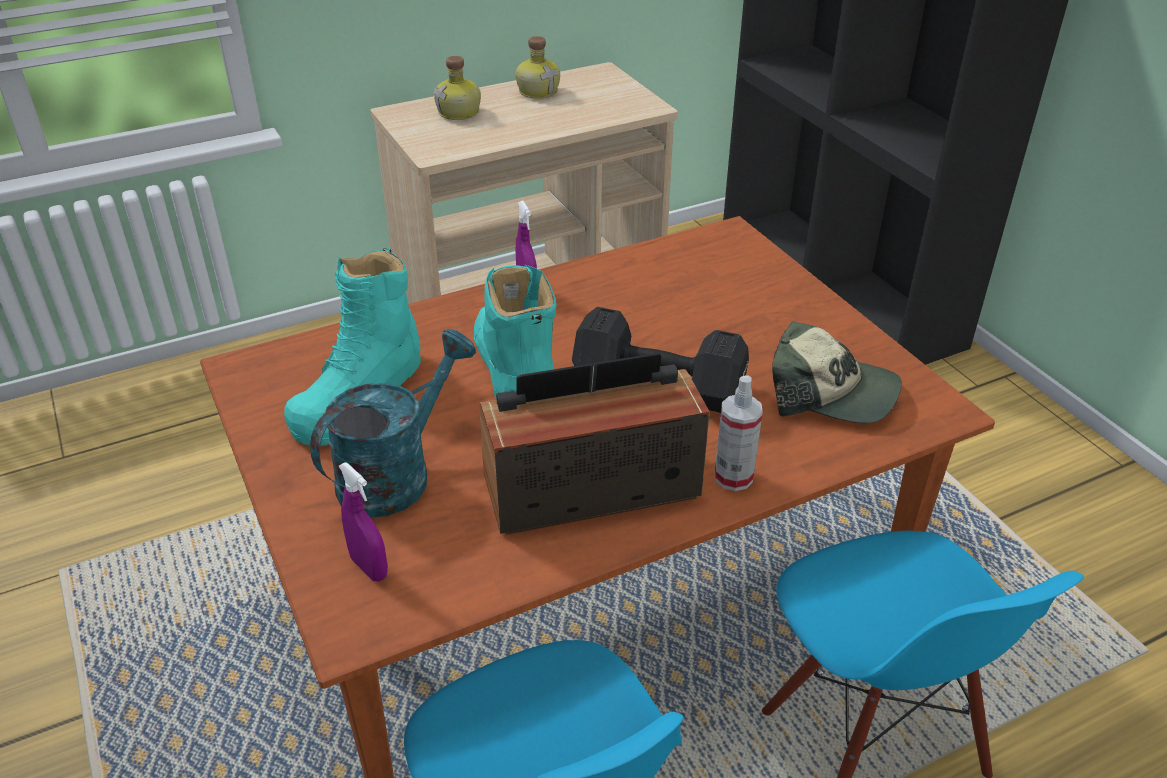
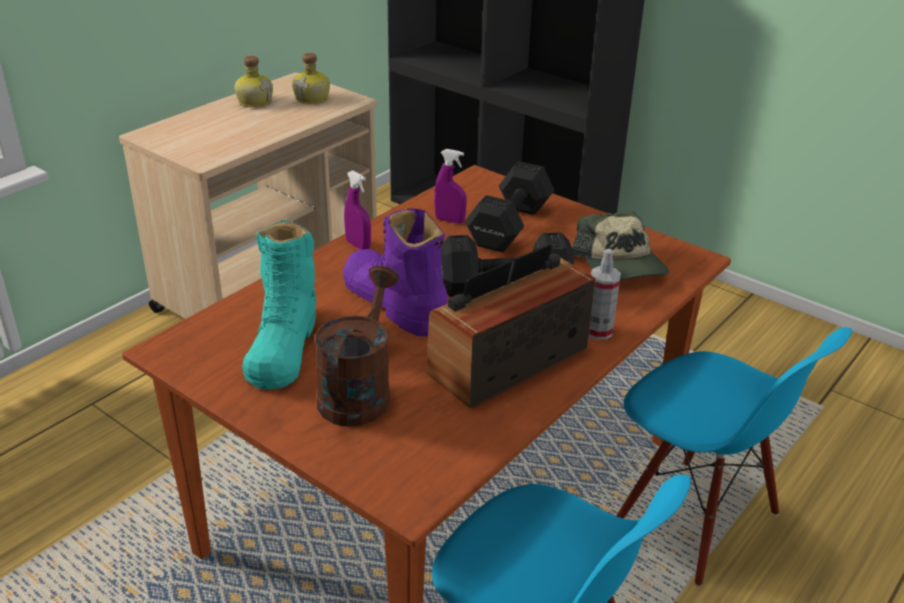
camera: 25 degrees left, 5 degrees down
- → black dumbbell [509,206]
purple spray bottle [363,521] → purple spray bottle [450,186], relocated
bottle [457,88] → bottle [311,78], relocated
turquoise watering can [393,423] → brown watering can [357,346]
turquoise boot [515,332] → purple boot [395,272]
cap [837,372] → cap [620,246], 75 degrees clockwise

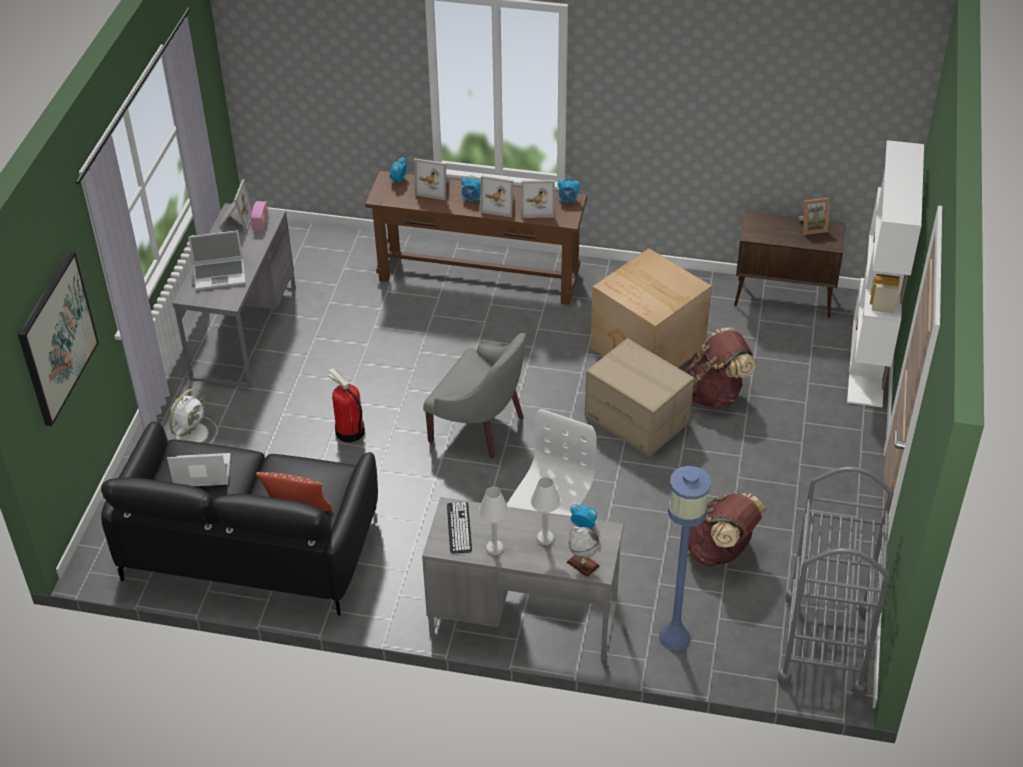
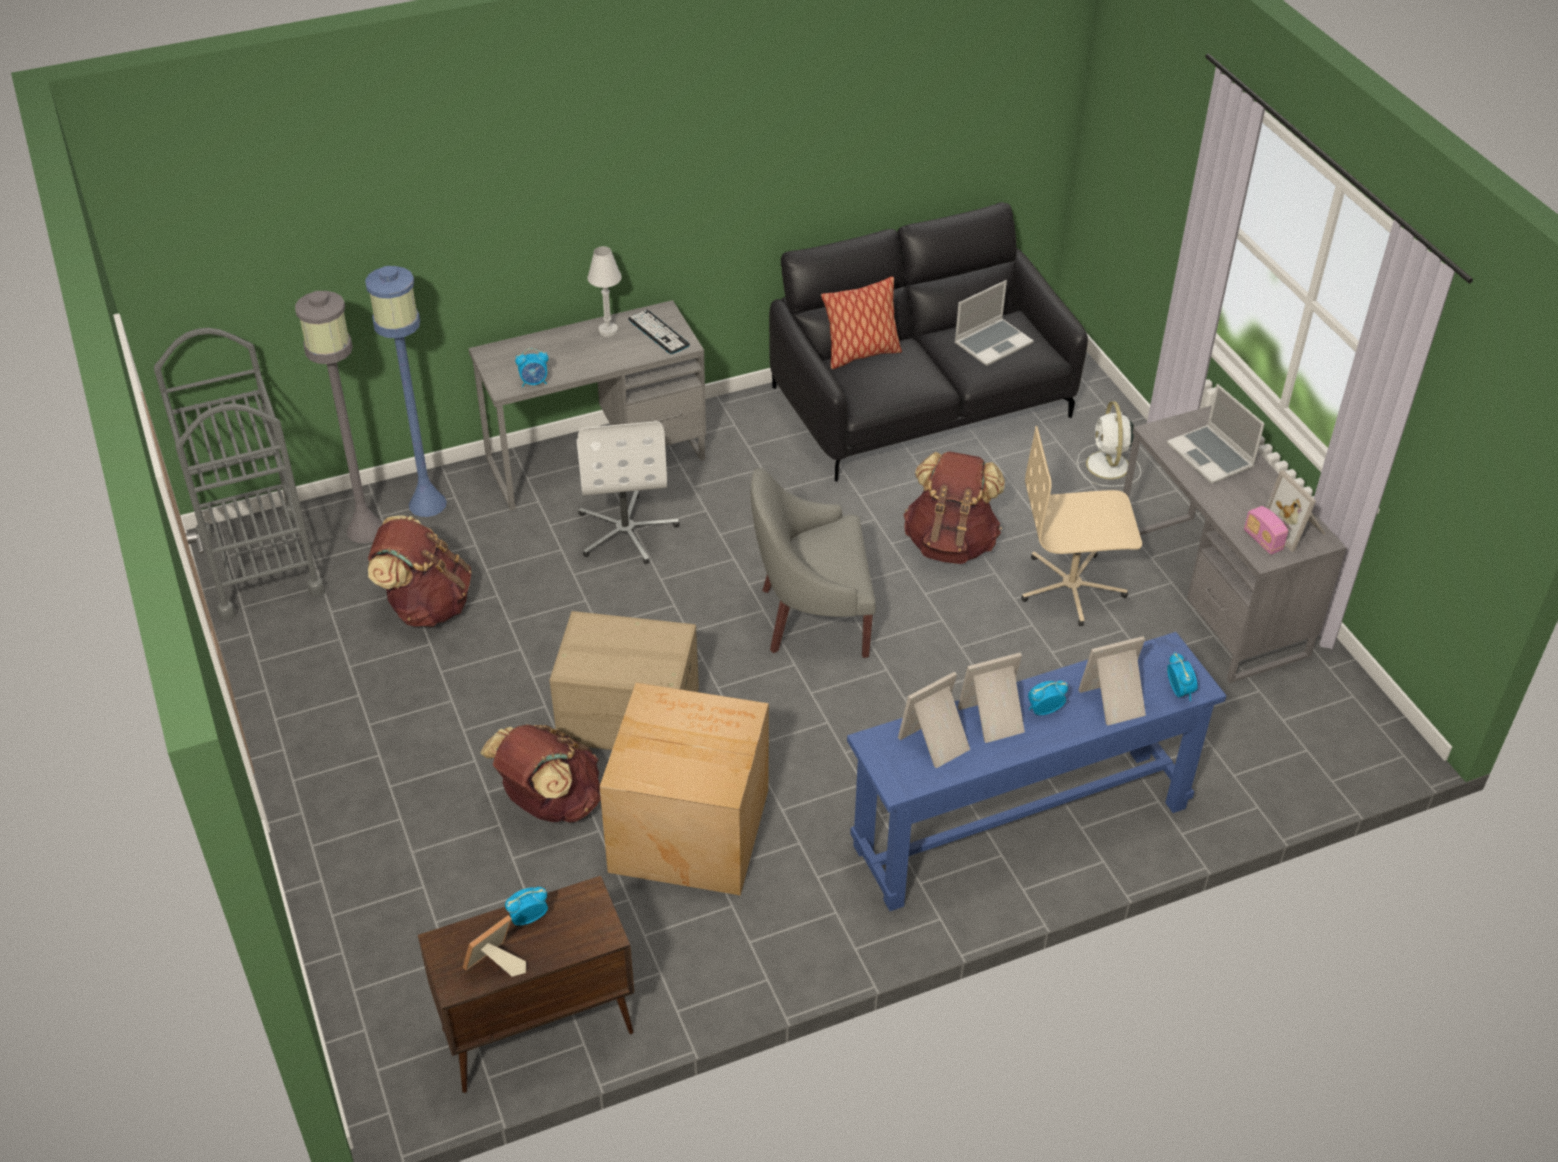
camera: 145 degrees right, 0 degrees up
picture [58,338] → -
white table lamp [546,511] → -
globe [583,552] → -
white bookcase [885,273] → -
- → grey floor lamp [339,417]
- → beige office chair [1081,526]
alarm clock [568,190] → alarm clock [526,906], relocated
fire extinguisher [346,405] → brown backpack [954,507]
brown console table [476,238] → blue console table [1037,771]
laptop [216,260] → laptop [1216,434], 75 degrees counterclockwise

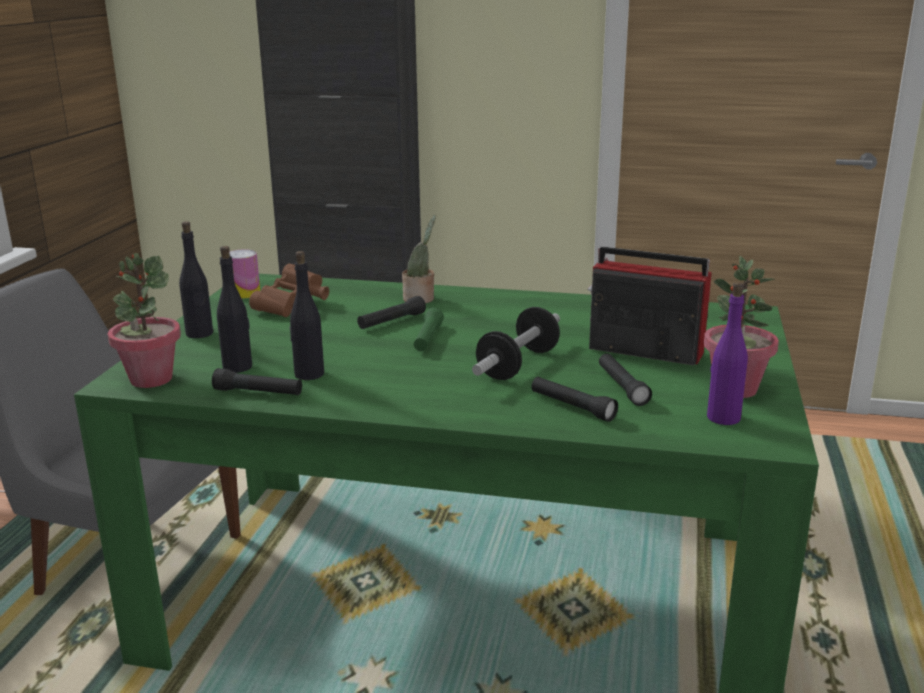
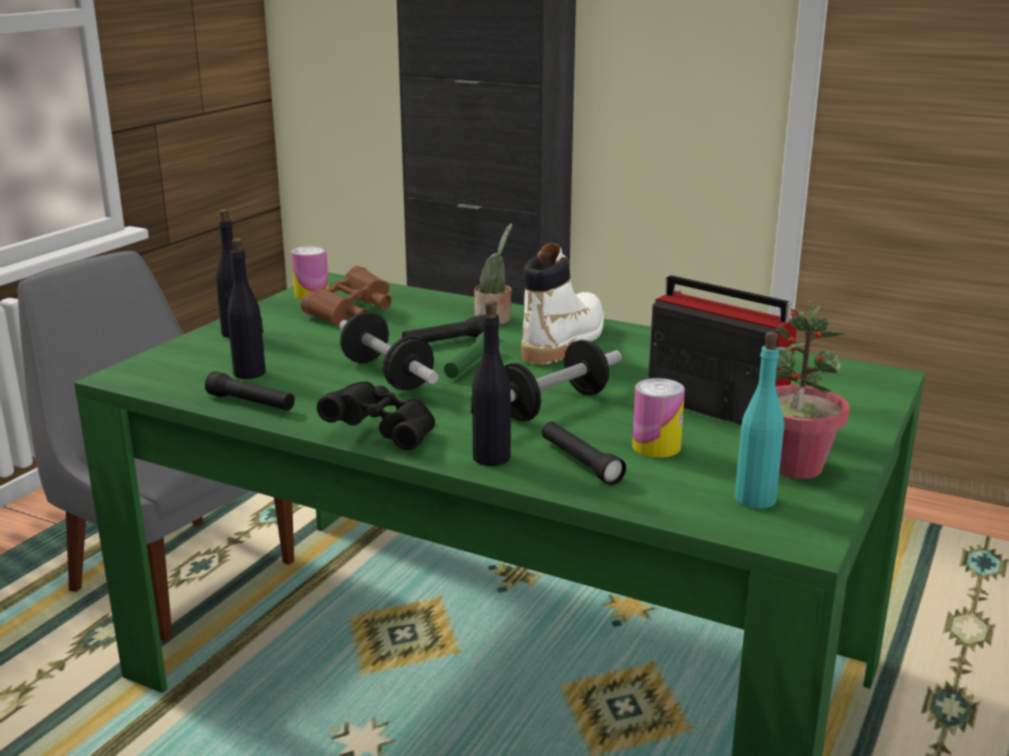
camera: 15 degrees right, 0 degrees up
potted plant [144,320] → -
- → black binoculars [376,415]
- → dumbbell [389,351]
- → white boot [562,303]
black bottle [306,315] → black bottle [491,383], relocated
black flashlight [625,380] → can [658,418]
purple bottle [727,353] → turquoise bottle [759,420]

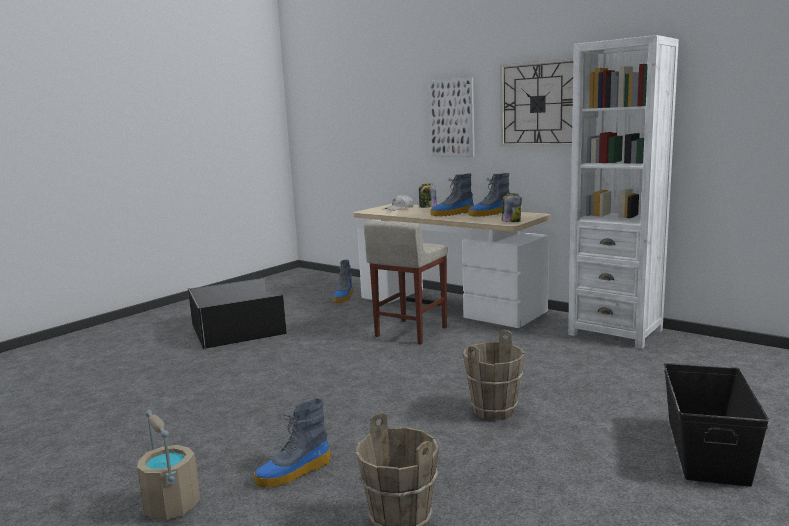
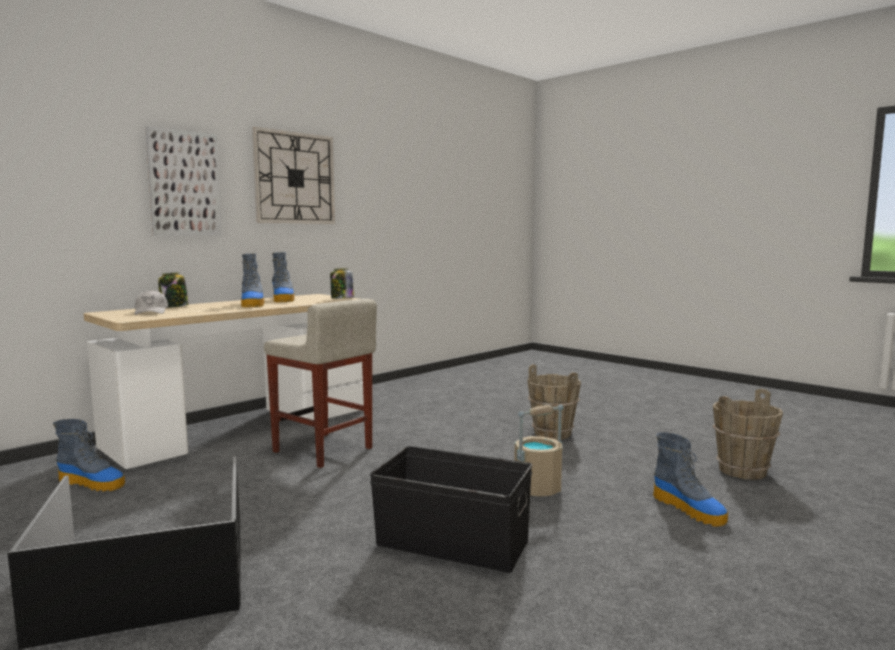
camera: 85 degrees left, 5 degrees down
white bookcase [623,192] → -
beige bucket [168,465] → beige bucket [539,450], relocated
black storage box [717,425] → black storage box [451,509], relocated

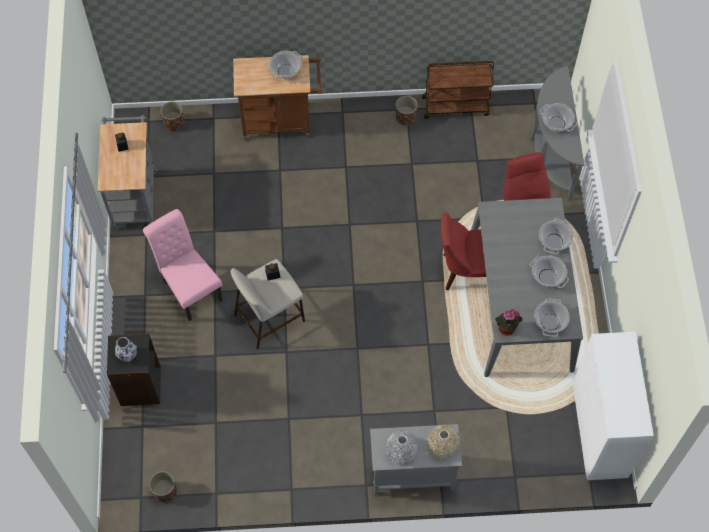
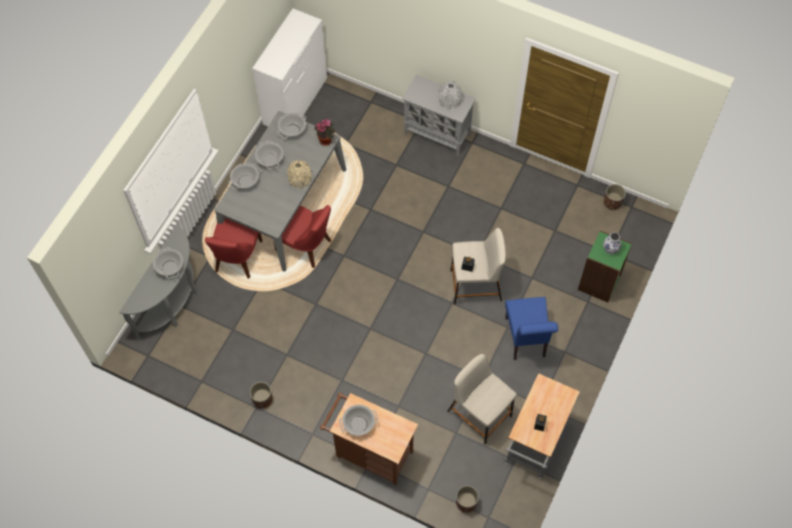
camera: 150 degrees left, 0 degrees up
brown cart [458,90] → -
- → beige stool [482,399]
beige vase [443,442] → beige vase [299,174], relocated
black bookcase [134,370] → green bookcase [605,266]
pink chair [183,265] → blue chair [531,328]

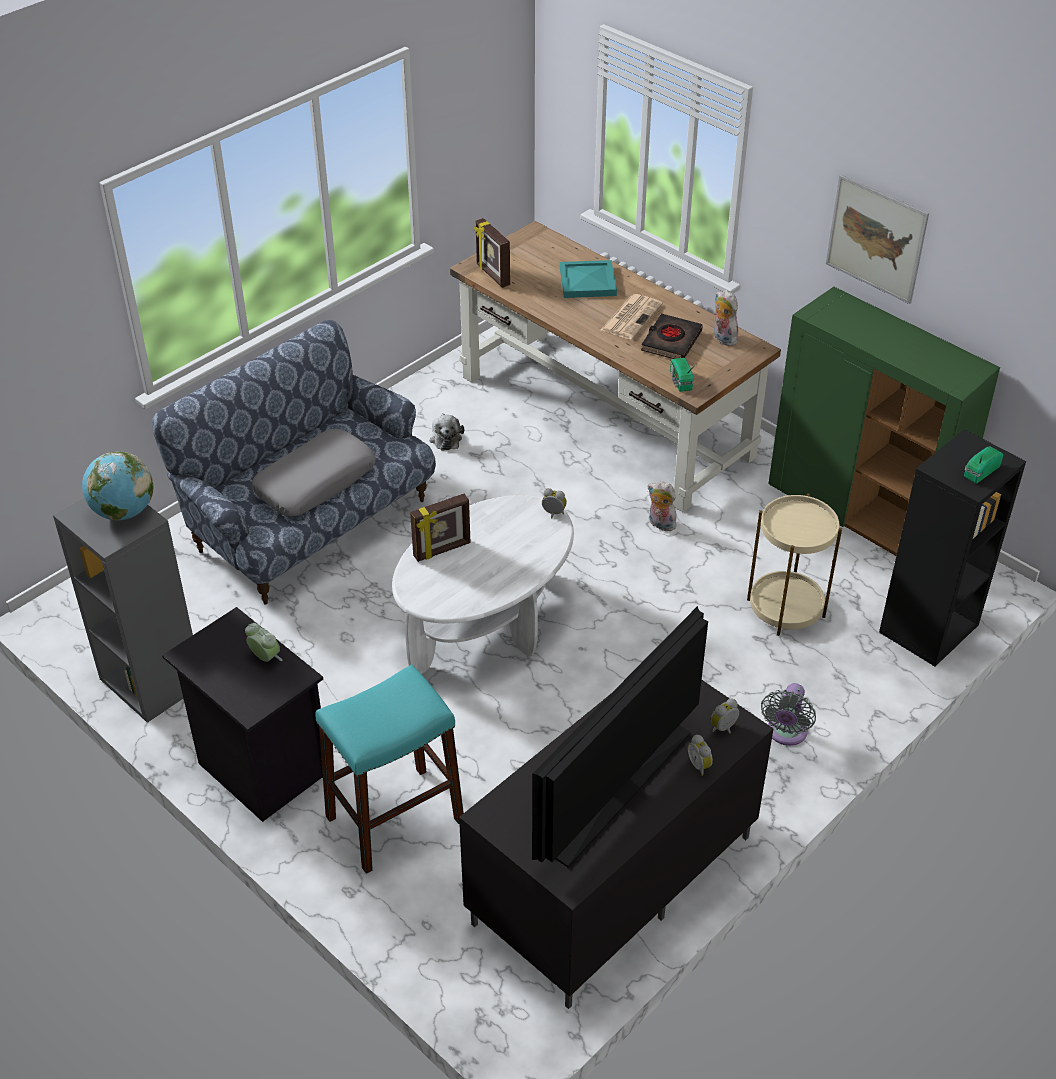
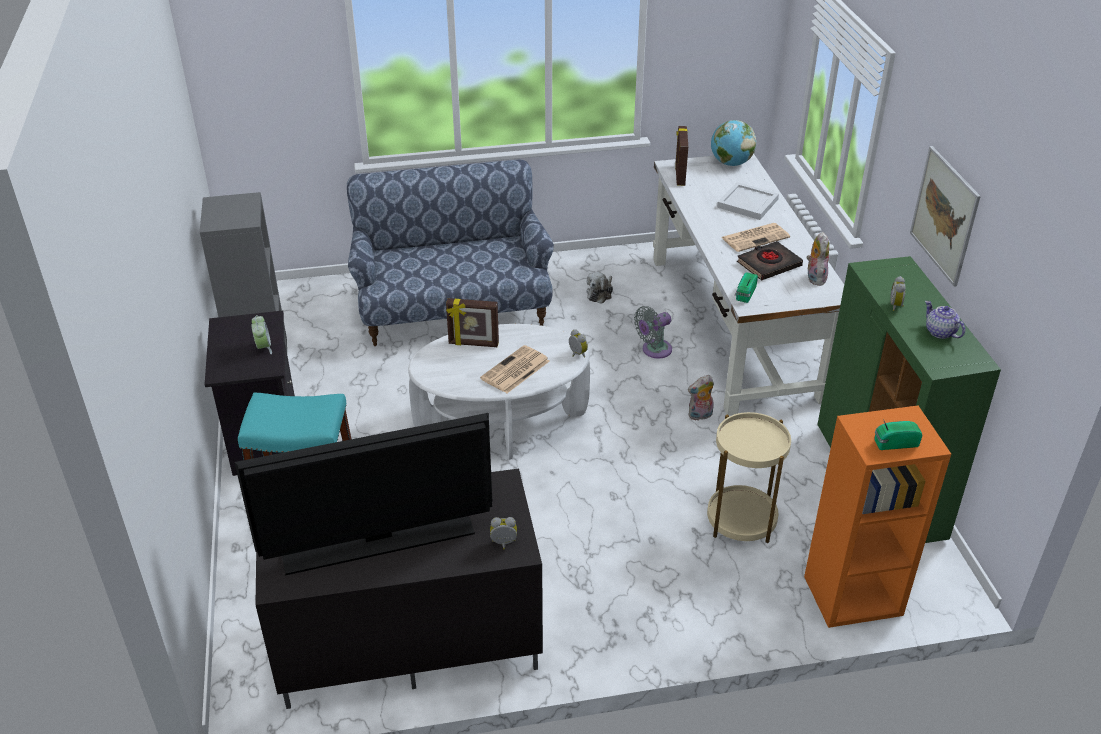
camera: 35 degrees right, 5 degrees down
grey pillow [314,473] → -
- → newspaper [515,369]
- → teapot [945,320]
globe [117,486] → globe [733,143], relocated
alarm clock [700,755] → alarm clock [898,293], relocated
grey fan [788,714] → grey fan [653,332], relocated
brown desk [615,366] → white desk [748,284]
turquoise tray [588,279] → white tray [748,201]
black bookcase [952,547] → orange bookcase [877,517]
plush toy [661,506] → plush toy [701,398], 90 degrees counterclockwise

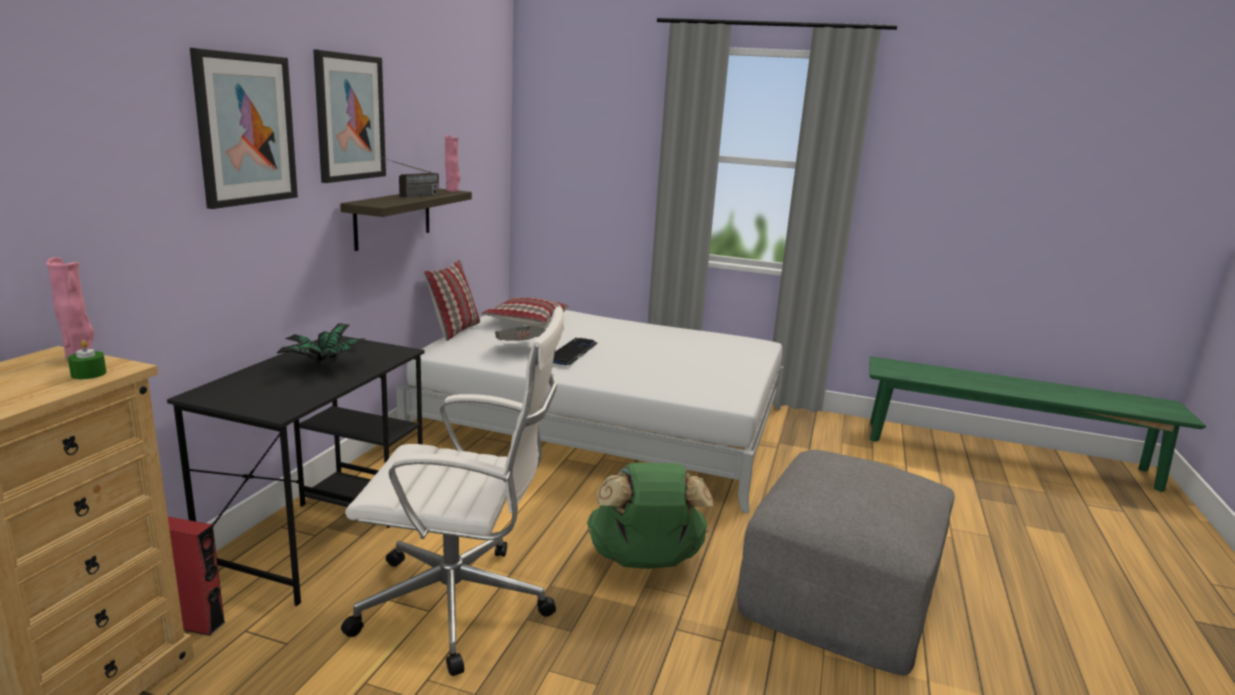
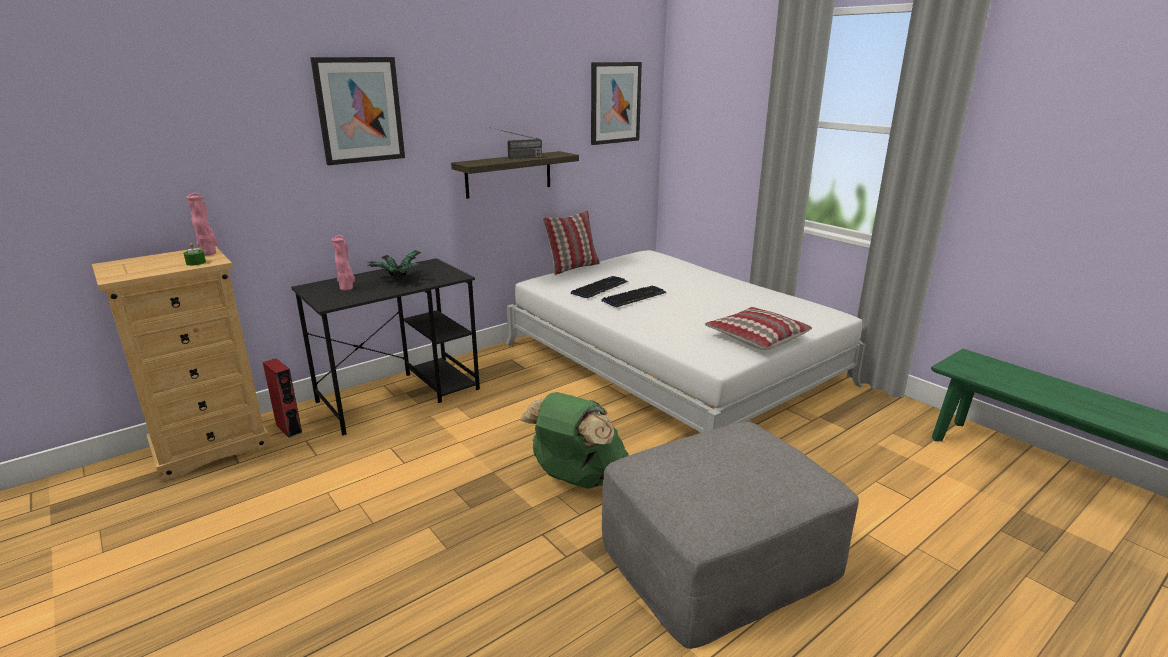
camera: 35 degrees right, 5 degrees up
white office chair [452,491] → -
picture [349,116] → picture [616,103], relocated
pink vase [452,163] → pink vase [343,263], relocated
pillow [525,312] → pillow [758,328], relocated
newspaper [520,333] → keyboard [599,287]

